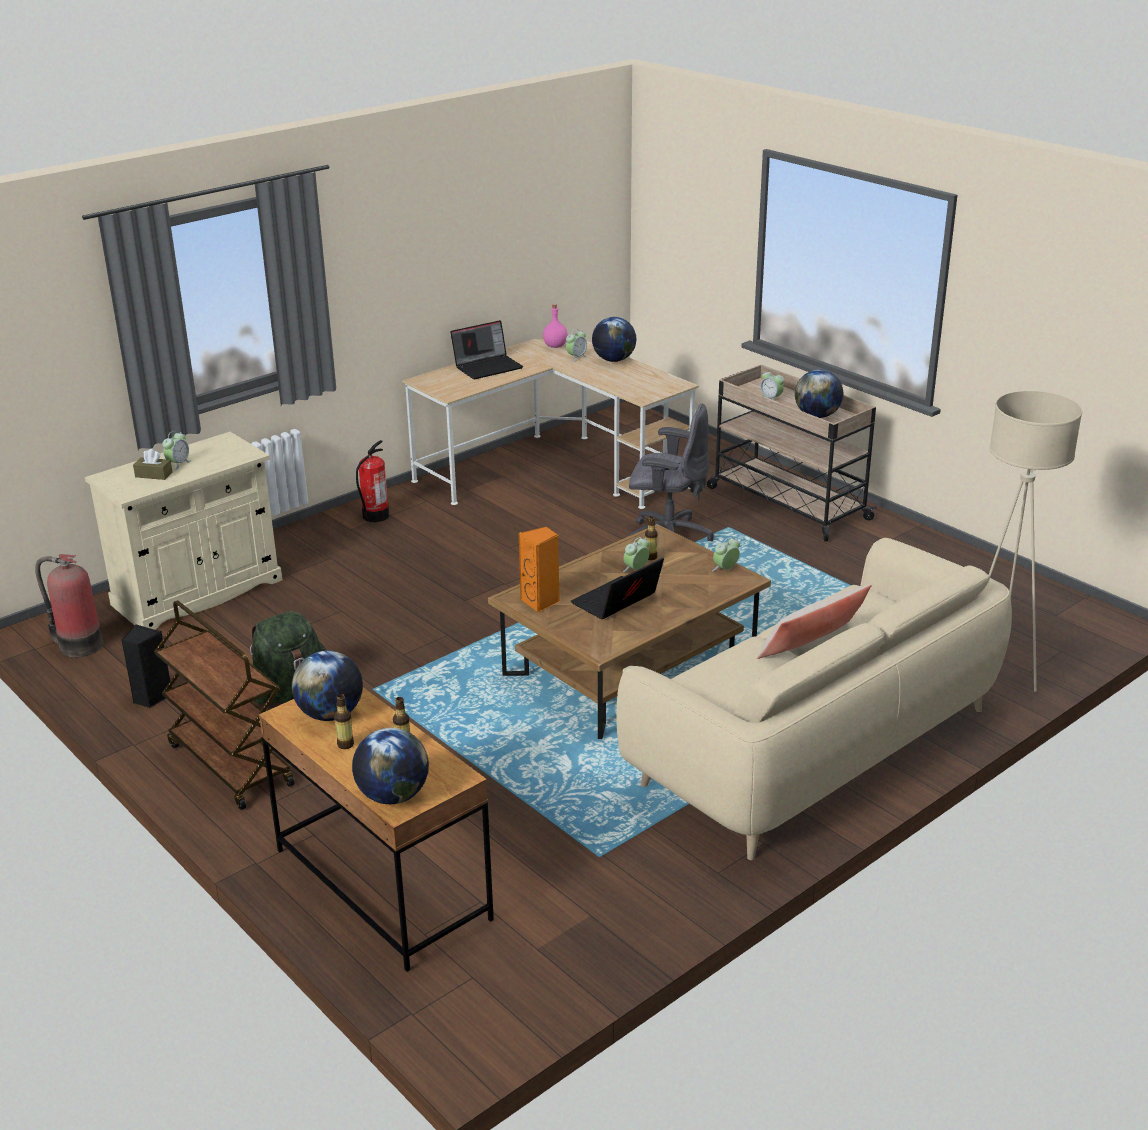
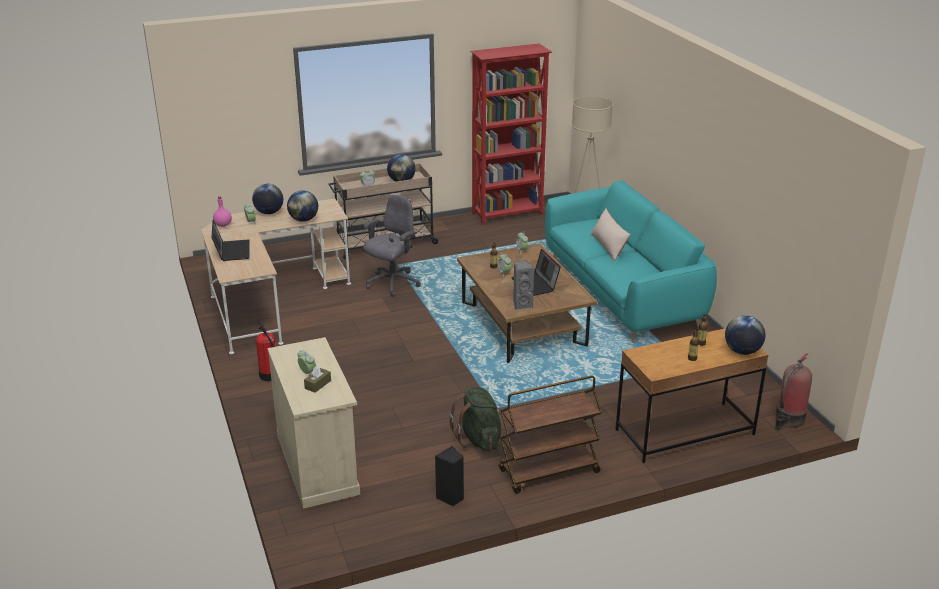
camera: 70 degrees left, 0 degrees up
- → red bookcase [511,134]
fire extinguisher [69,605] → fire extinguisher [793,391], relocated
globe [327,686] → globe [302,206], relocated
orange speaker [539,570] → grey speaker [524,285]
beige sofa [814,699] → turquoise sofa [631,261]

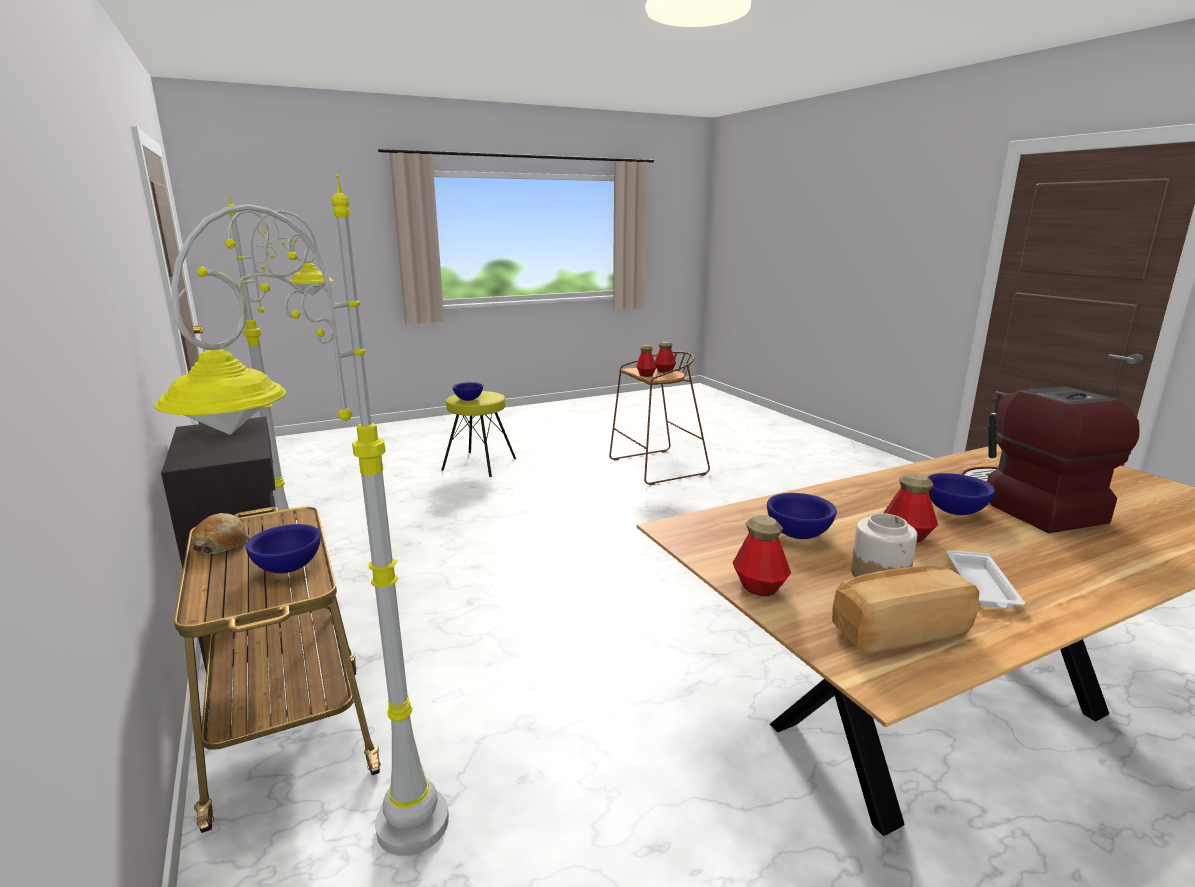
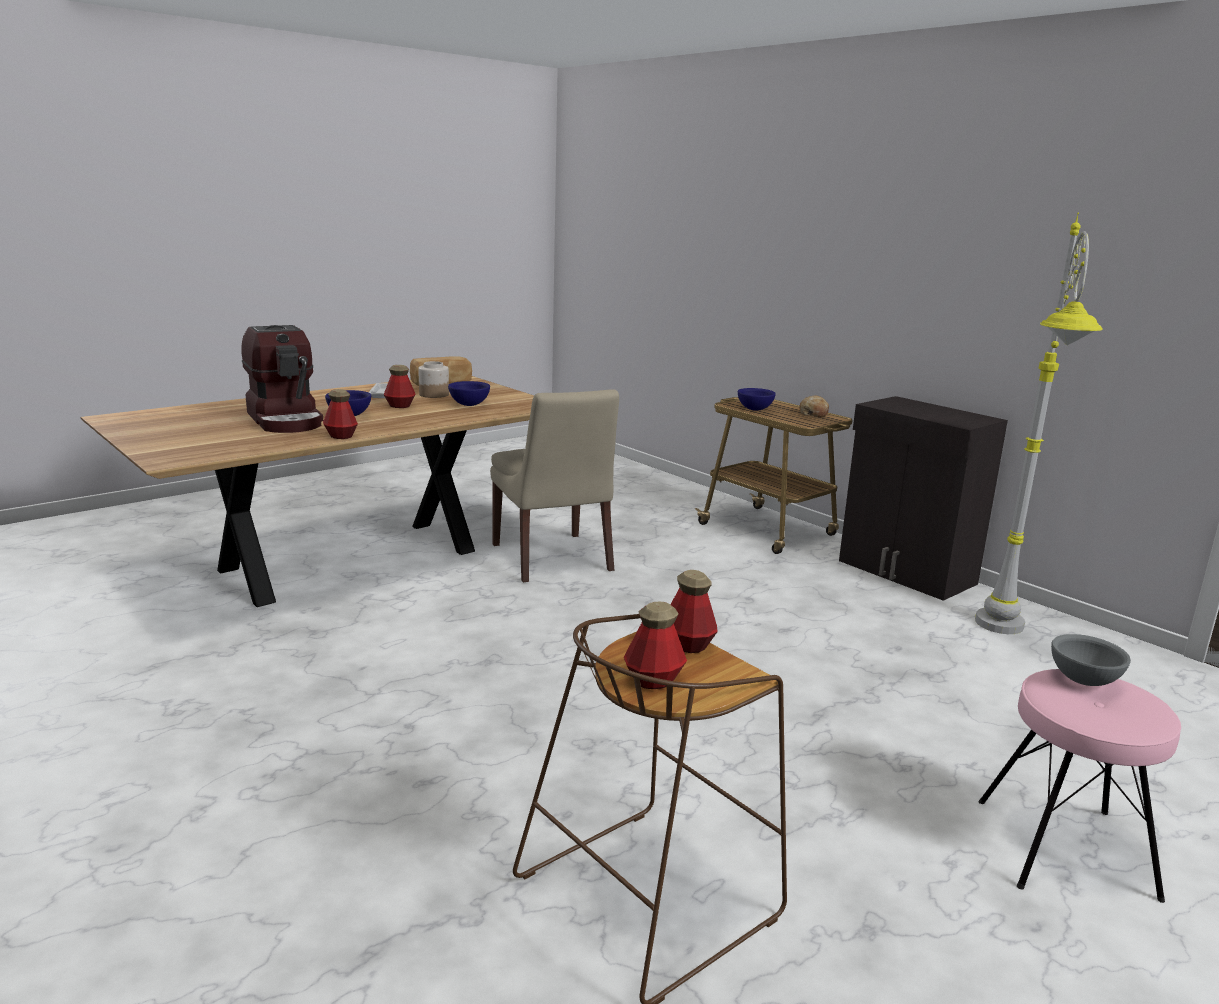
camera: 165 degrees right, 0 degrees up
grey floor lamp [302,515] → -
- → beige chair [554,485]
bottle [762,555] → bottle [340,414], relocated
yellow stool [478,434] → pink stool [1079,786]
blue bowl [468,391] → grey bowl [1091,660]

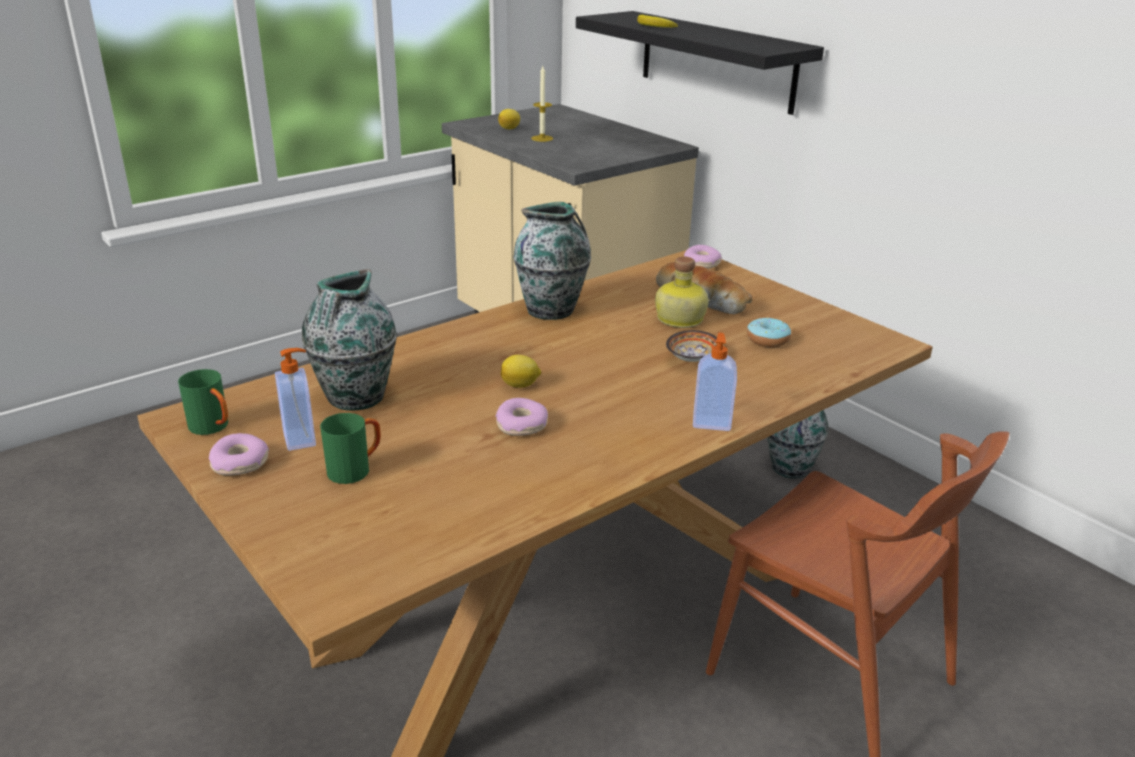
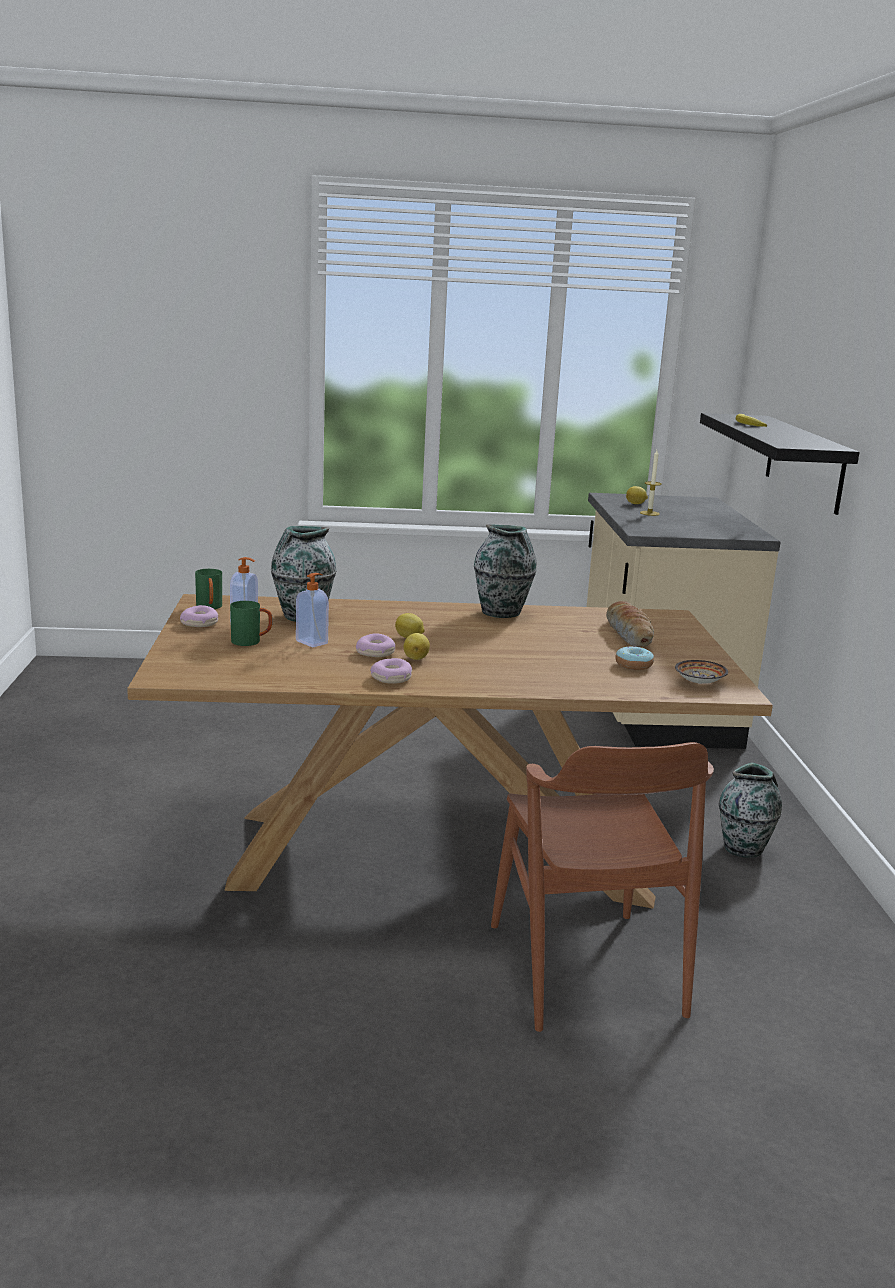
camera: 35 degrees right, 10 degrees down
bottle [682,292] → -
- → lemon [417,646]
bowl [692,346] → bowl [701,672], relocated
donut [703,256] → donut [391,671], relocated
soap dispenser [715,382] → soap dispenser [312,610], relocated

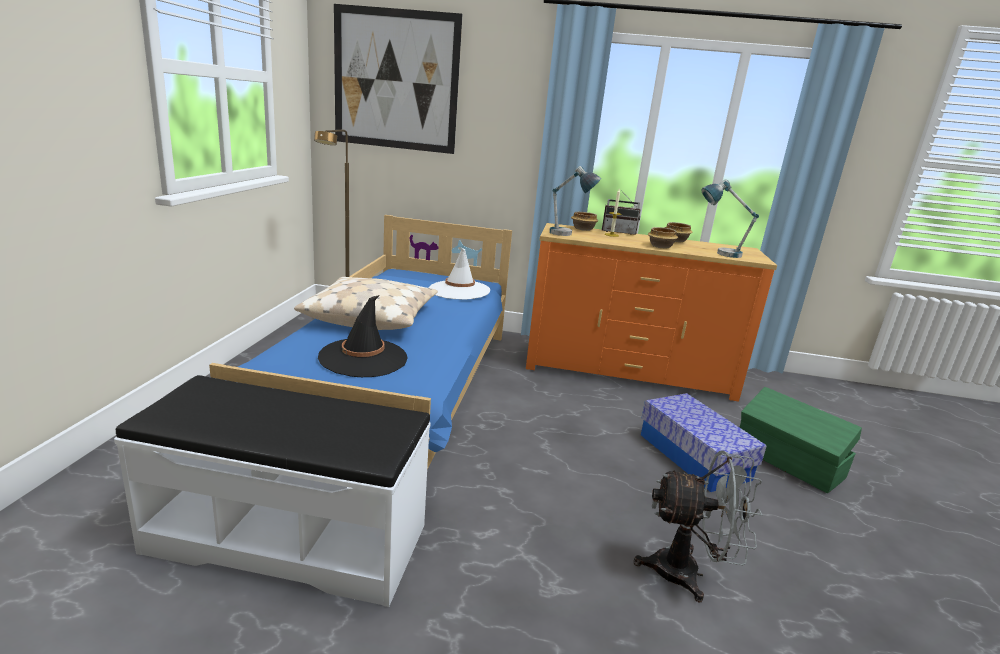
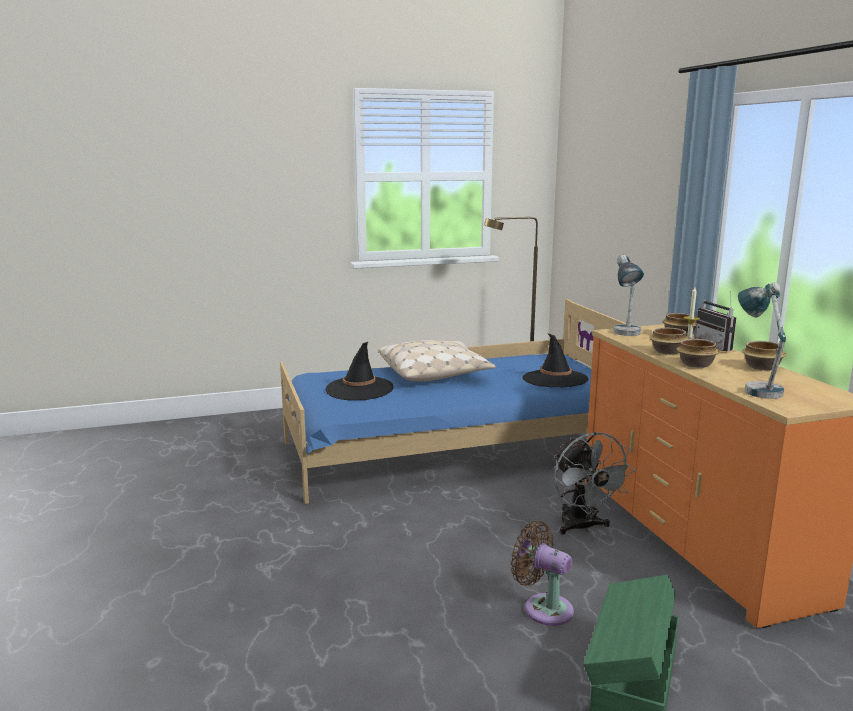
camera: 65 degrees right, 5 degrees down
white bench [272,491] → -
picture [398,79] → -
- → bowl [669,341]
grey fan [698,526] → grey fan [594,483], relocated
storage box [704,442] → brown fan [542,573]
white hat [459,274] → black hat [556,360]

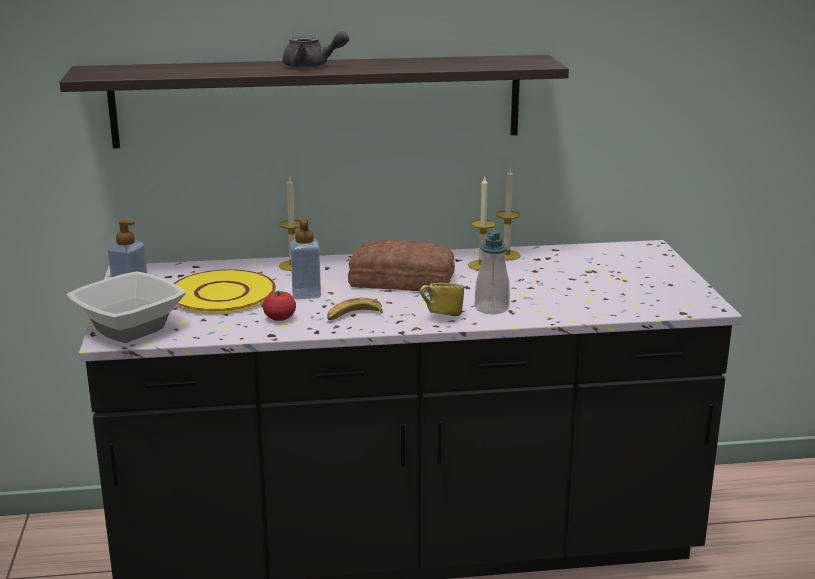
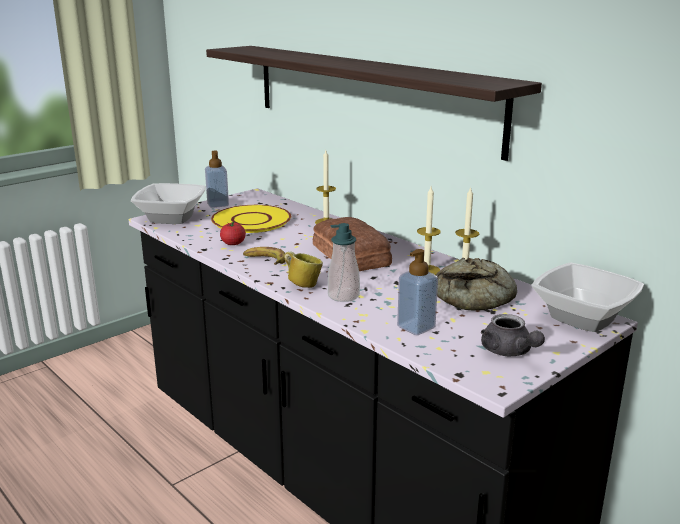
camera: 55 degrees right, 0 degrees up
- → bread [476,284]
- → bowl [588,297]
grey teapot [316,49] → grey teapot [513,335], relocated
soap dispenser [305,258] → soap dispenser [417,292], relocated

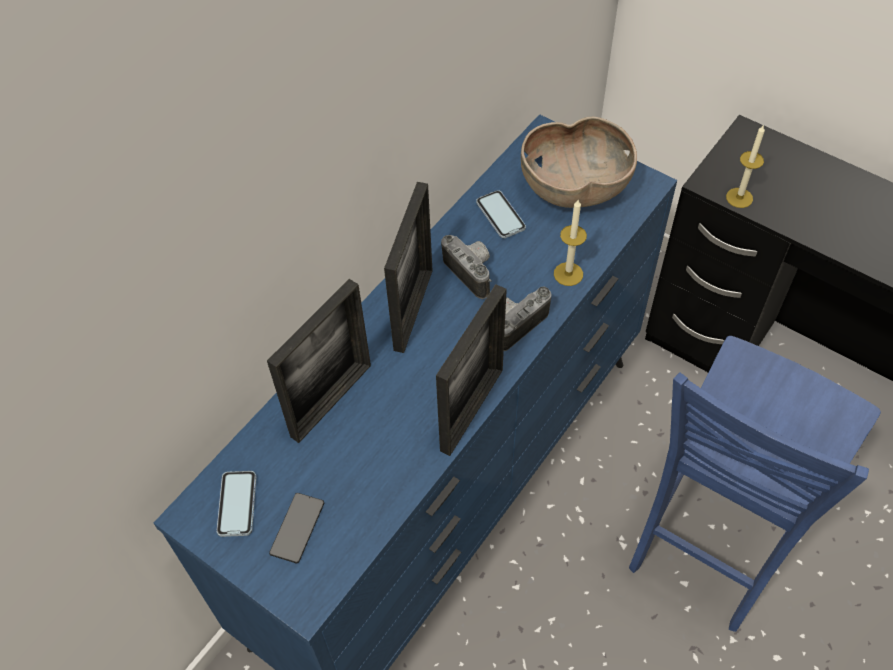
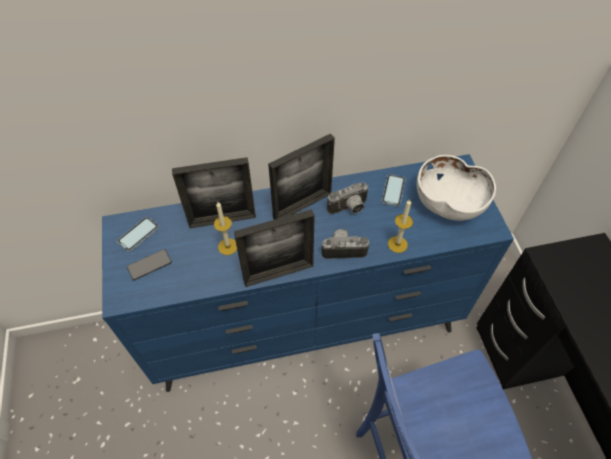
camera: 40 degrees right, 0 degrees up
candle [745,166] → candle [225,228], relocated
brown bowl [579,162] → white bowl [456,188]
photo camera [466,267] → photo camera [348,198], 60 degrees clockwise

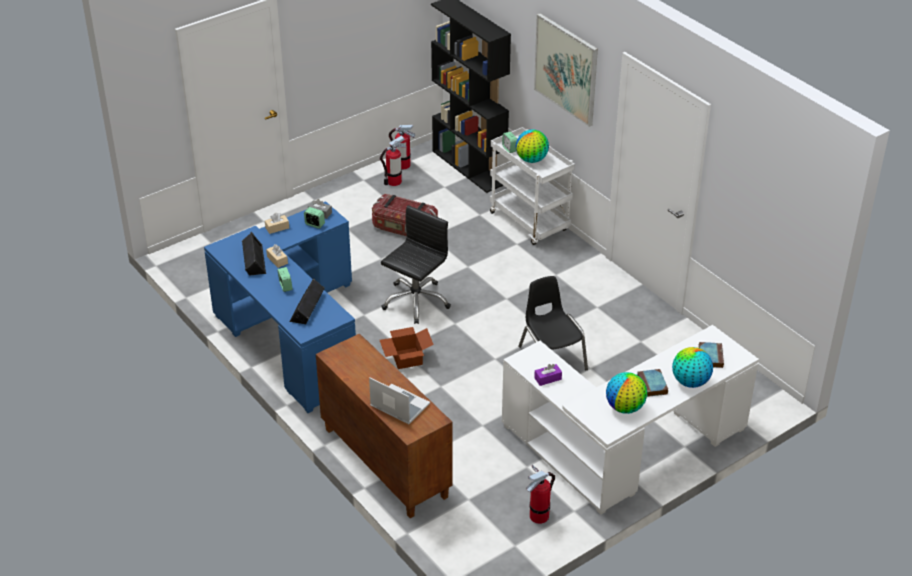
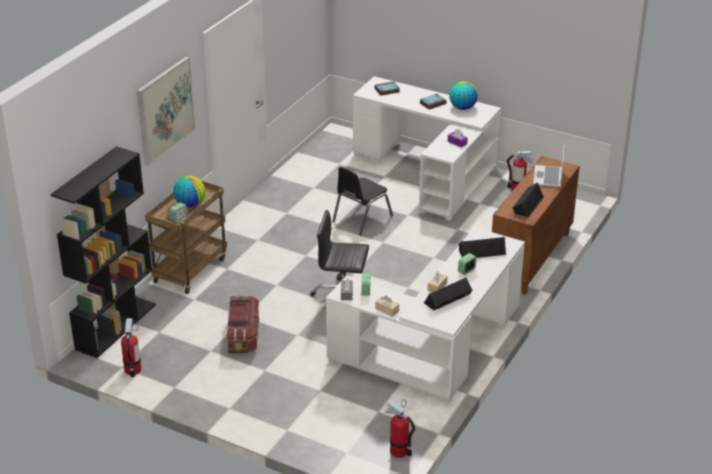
camera: 115 degrees left, 5 degrees down
cardboard box [407,348] → -
globe [692,367] → -
- → black speaker [528,200]
fire extinguisher [393,160] → fire extinguisher [400,428], relocated
blue desk [280,307] → white desk [425,315]
white cart [532,186] → brown cart [186,237]

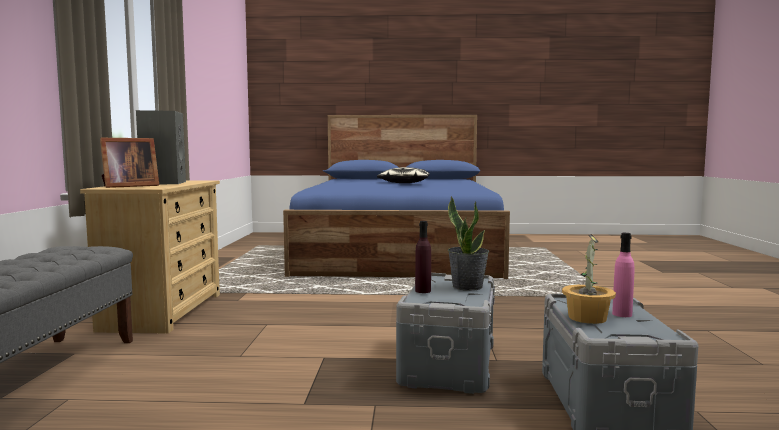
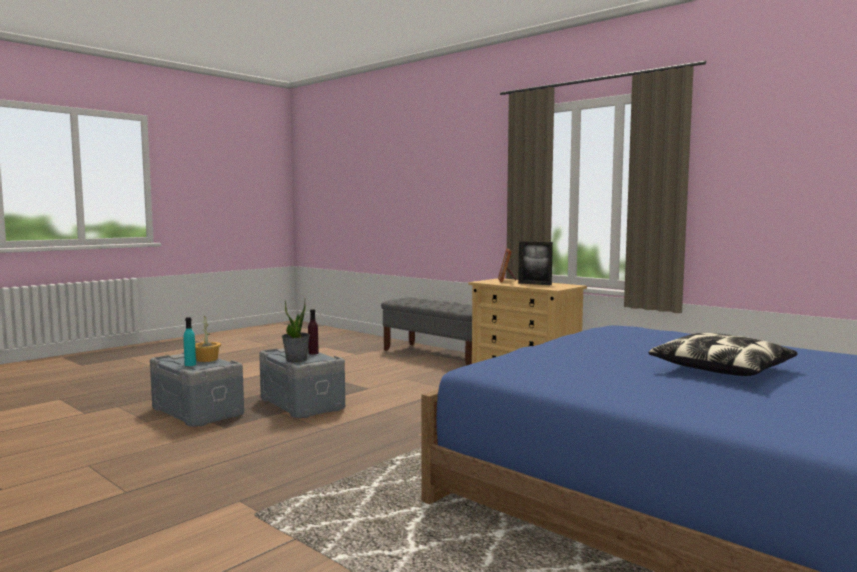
camera: 130 degrees right, 0 degrees up
grey speaker [161,147] → picture frame [535,263]
pink bottle [623,275] → turquoise bottle [190,341]

